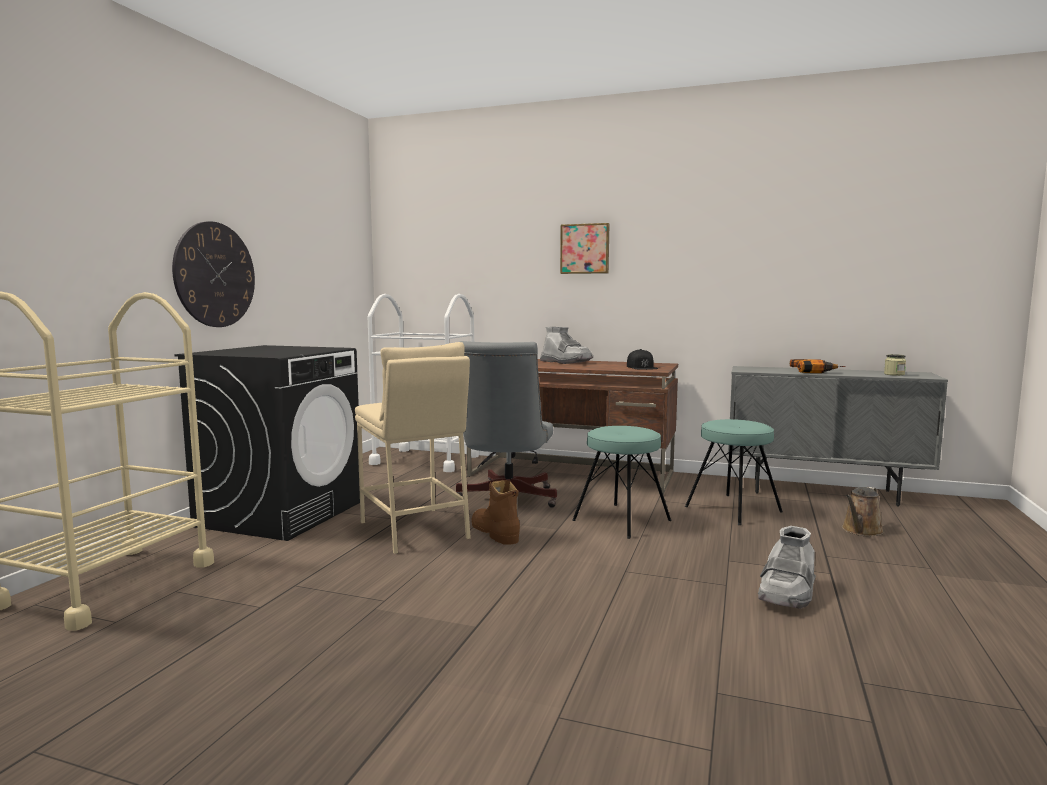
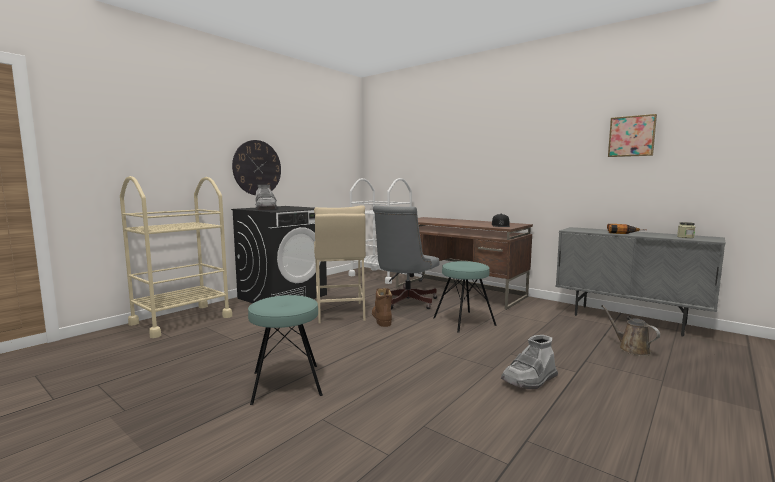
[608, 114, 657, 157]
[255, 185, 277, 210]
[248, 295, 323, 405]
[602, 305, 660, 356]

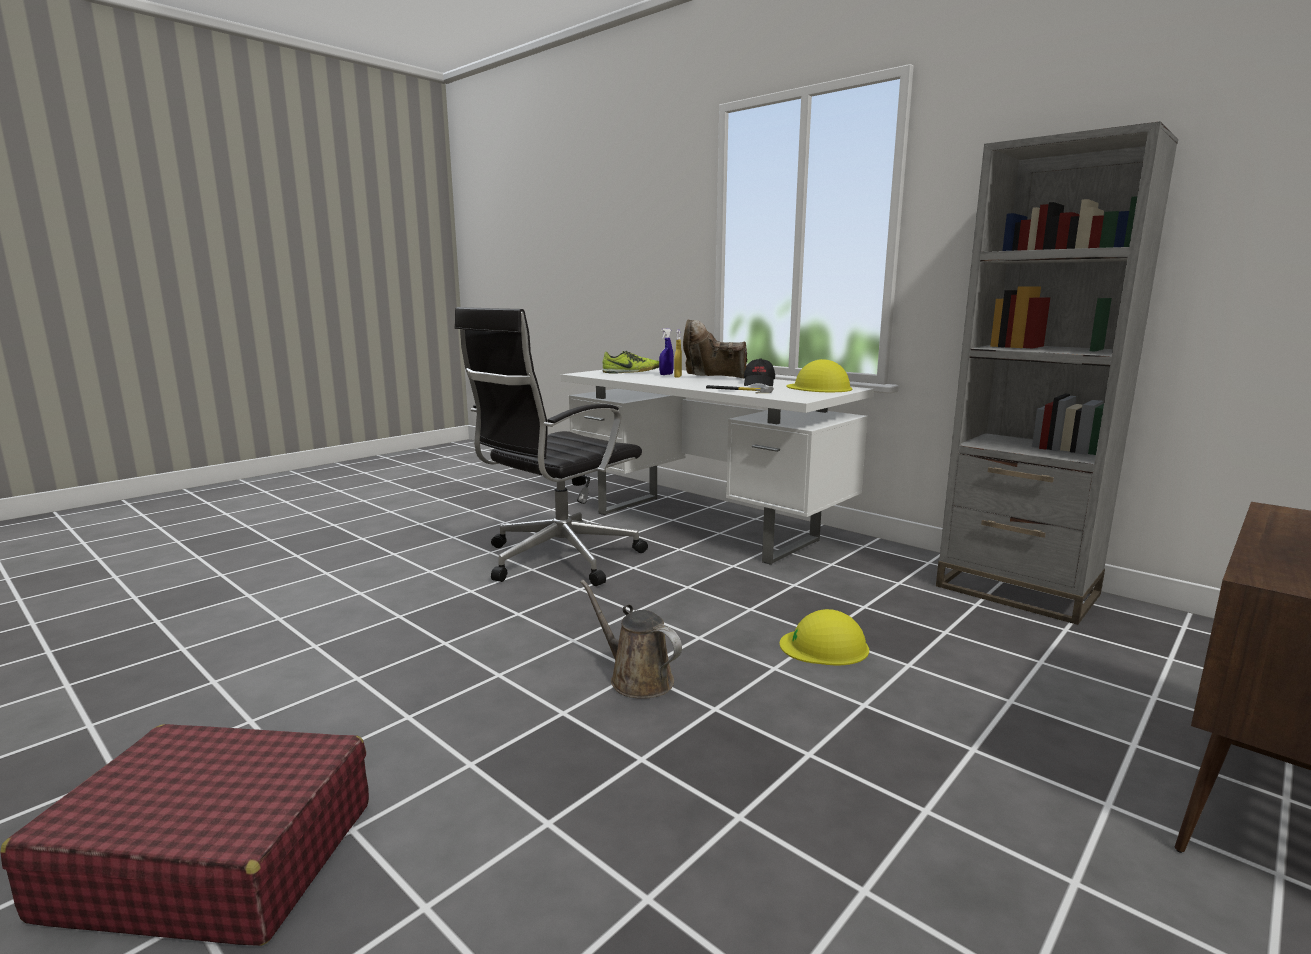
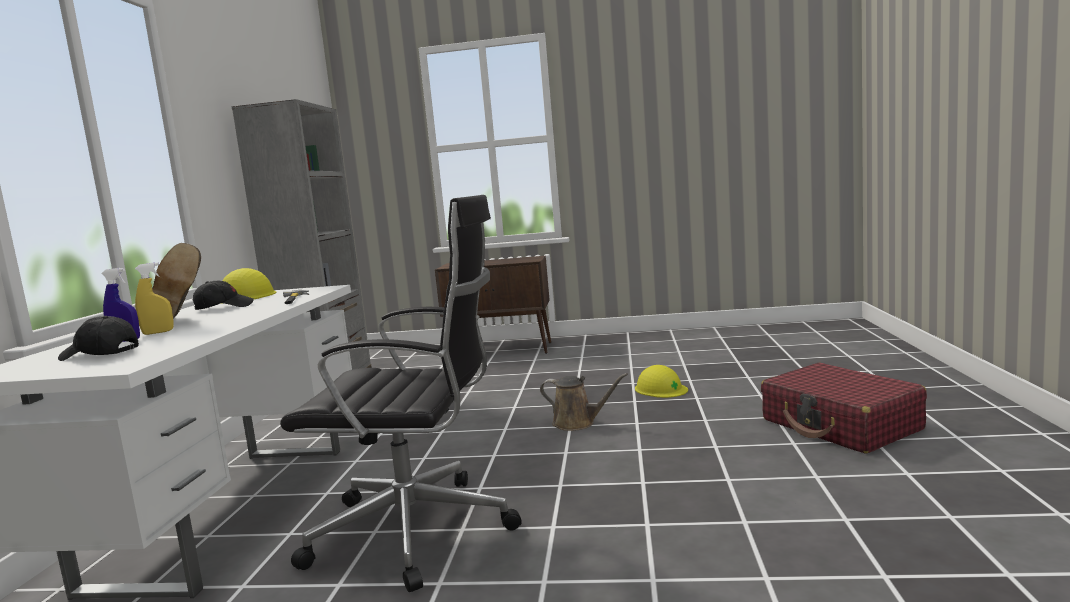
[58, 316, 139, 361]
[540, 373, 628, 431]
[635, 365, 688, 398]

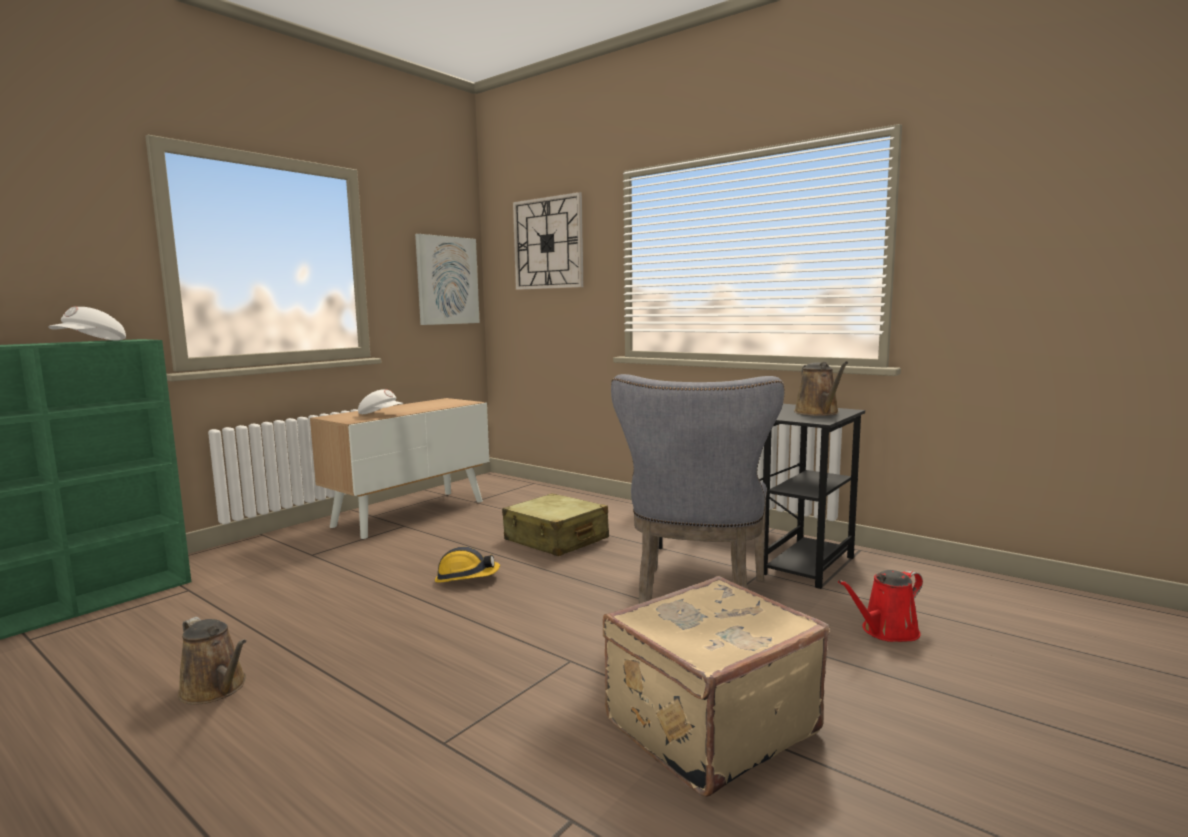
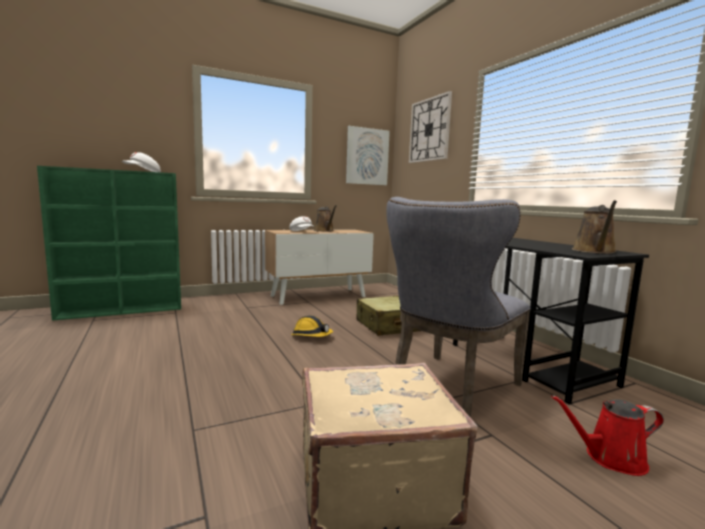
[314, 205, 337, 232]

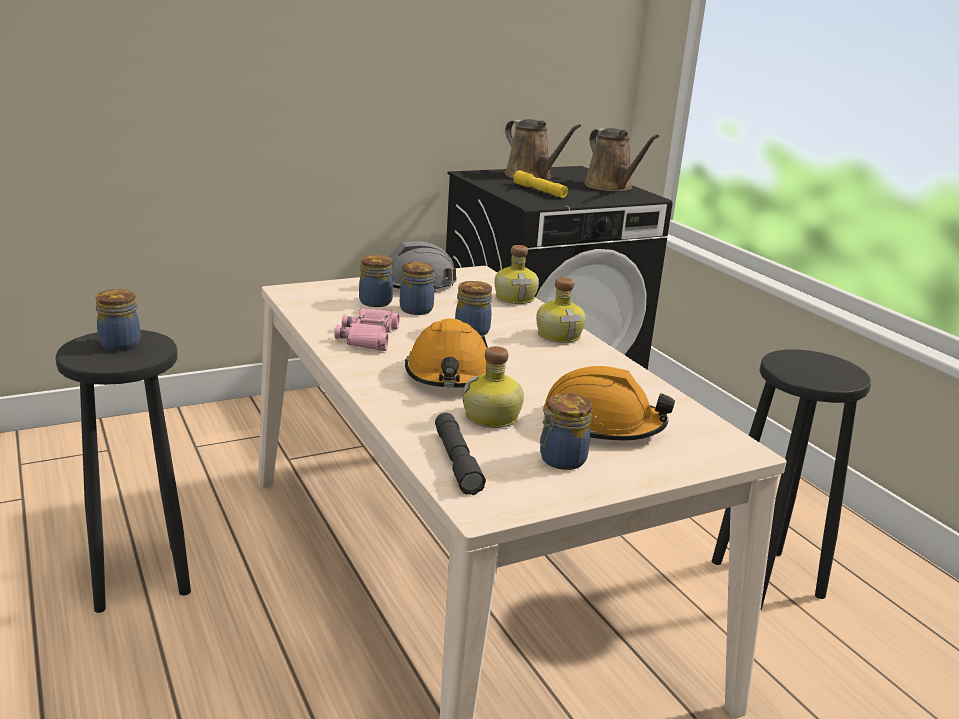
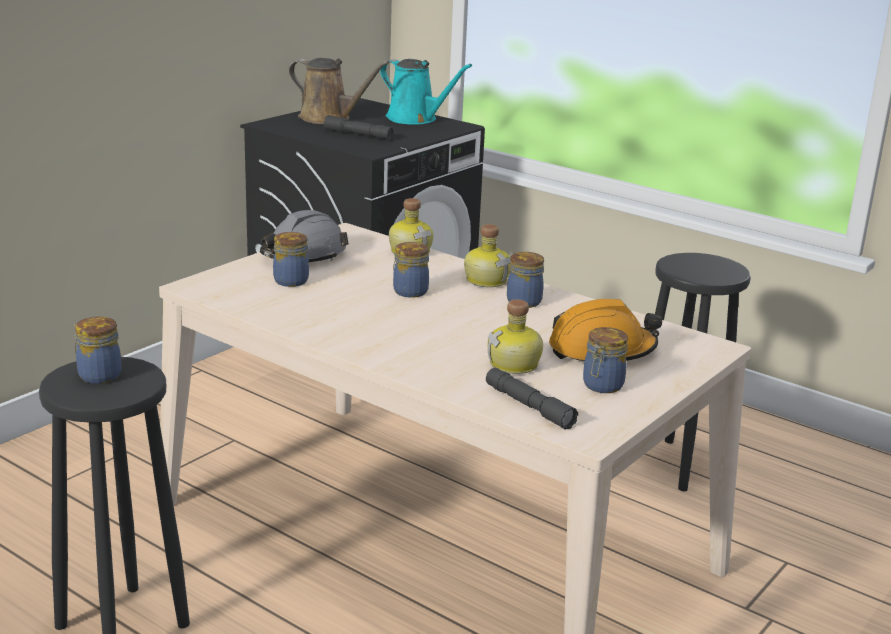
[380, 59, 472, 125]
[323, 115, 393, 140]
[507, 252, 544, 308]
[334, 308, 400, 351] (first image)
[405, 318, 488, 388] (first image)

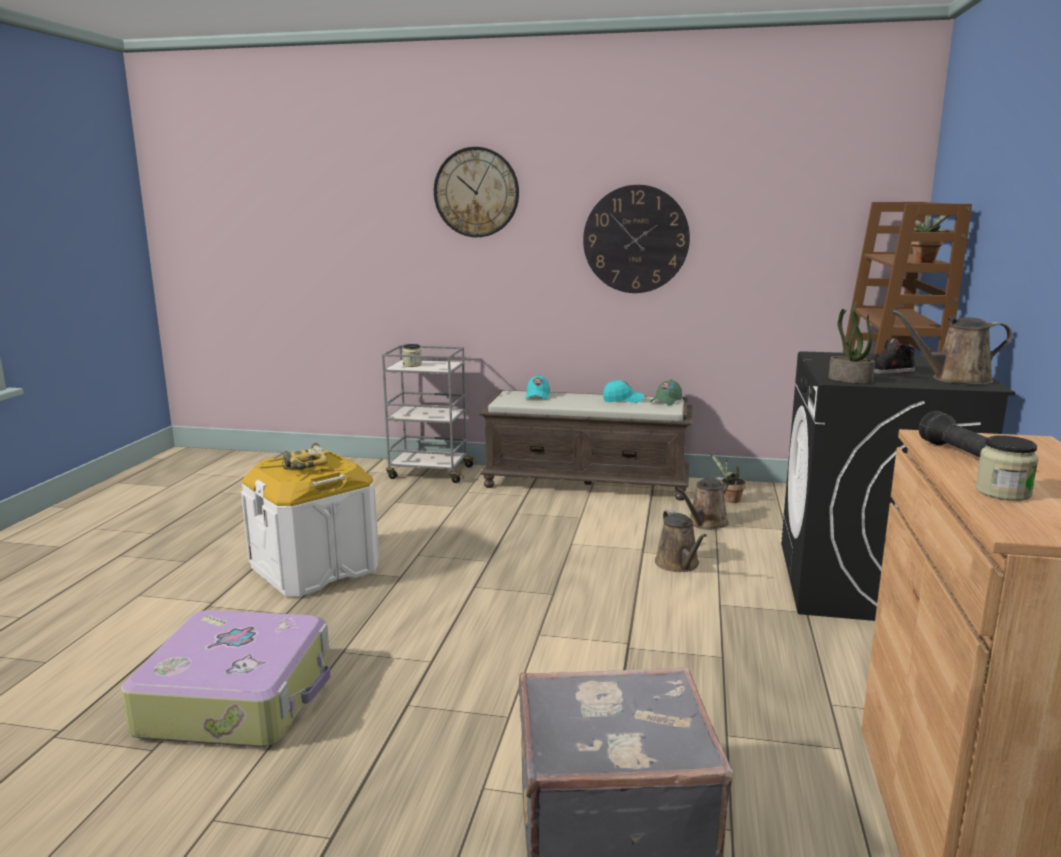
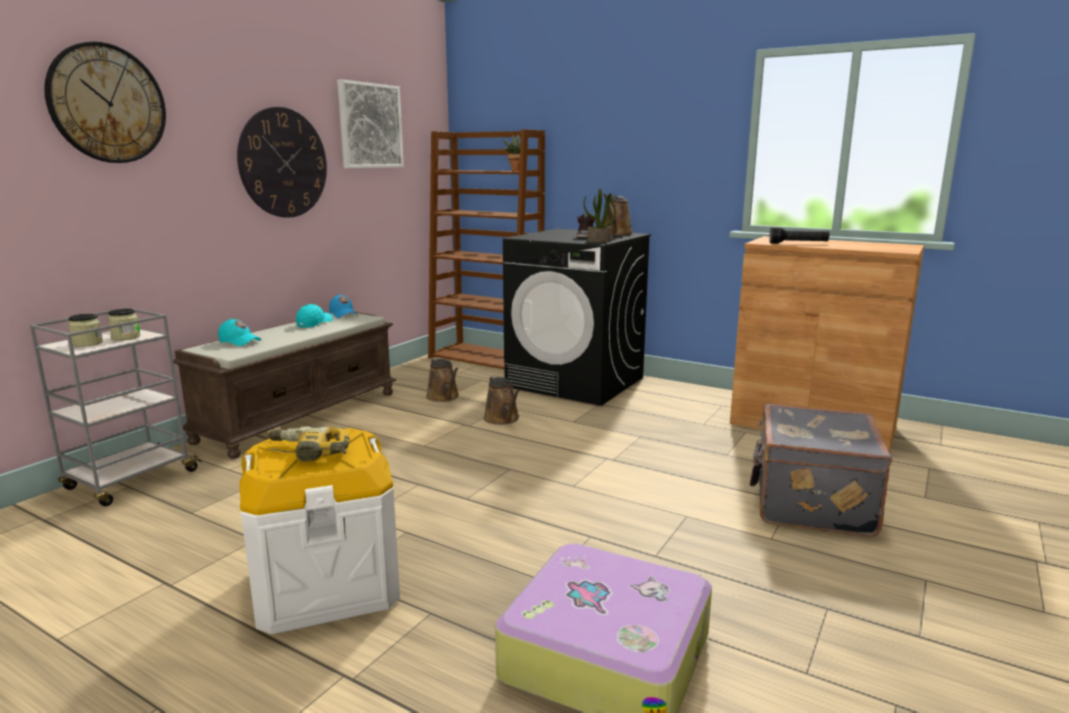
[329, 294, 358, 318]
[108, 308, 141, 340]
[710, 453, 746, 503] (first image)
[484, 376, 520, 425]
[337, 80, 404, 168]

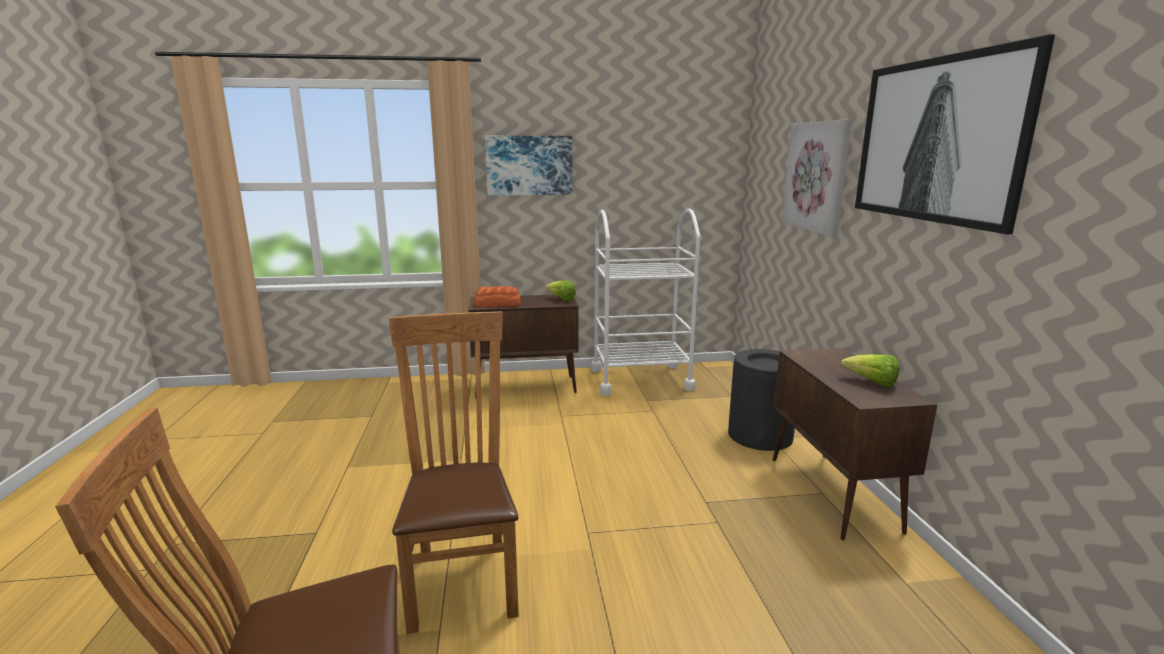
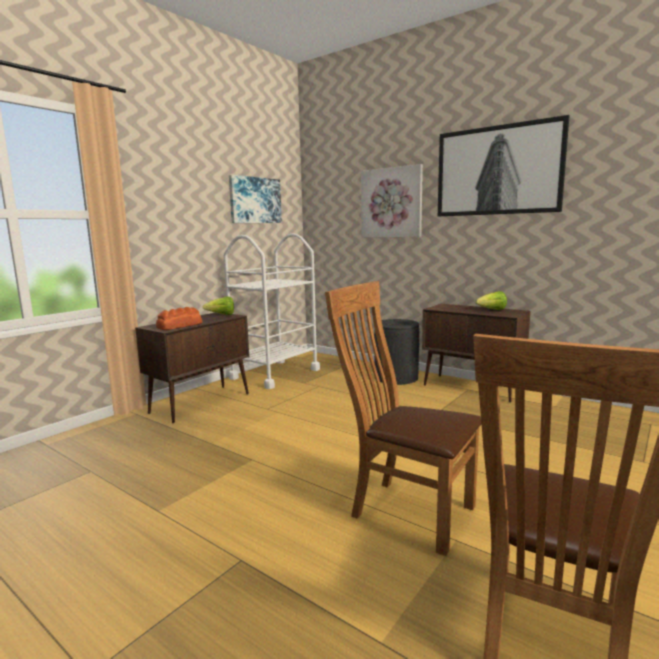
[229, 175, 282, 223]

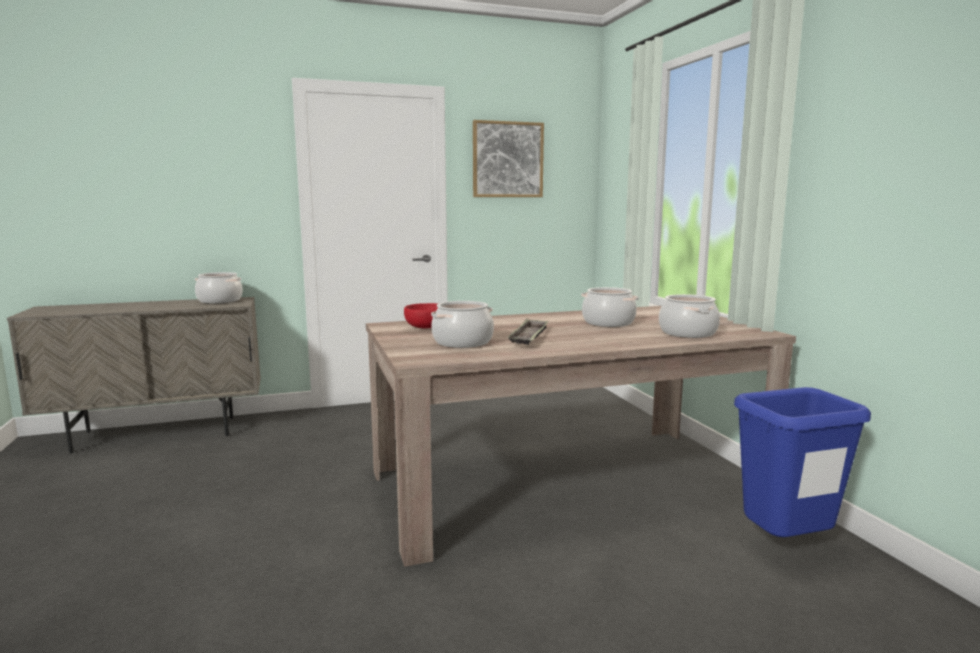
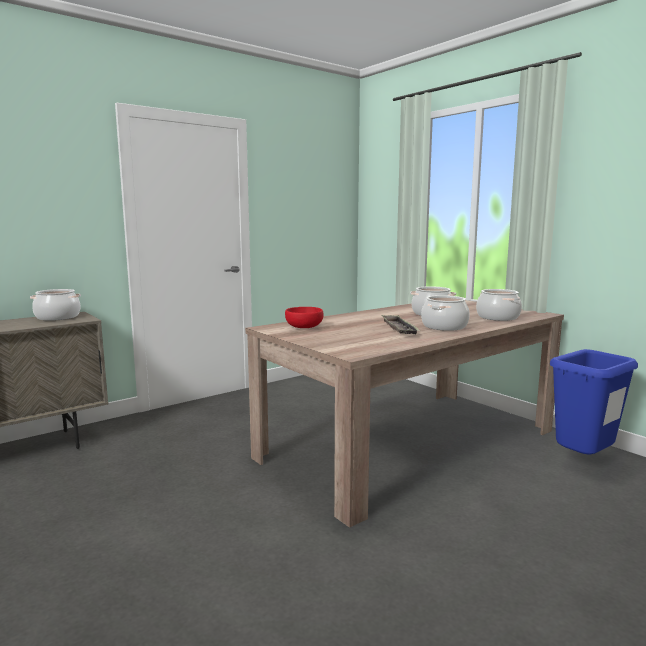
[473, 120, 544, 197] (first image)
[421, 295, 470, 331]

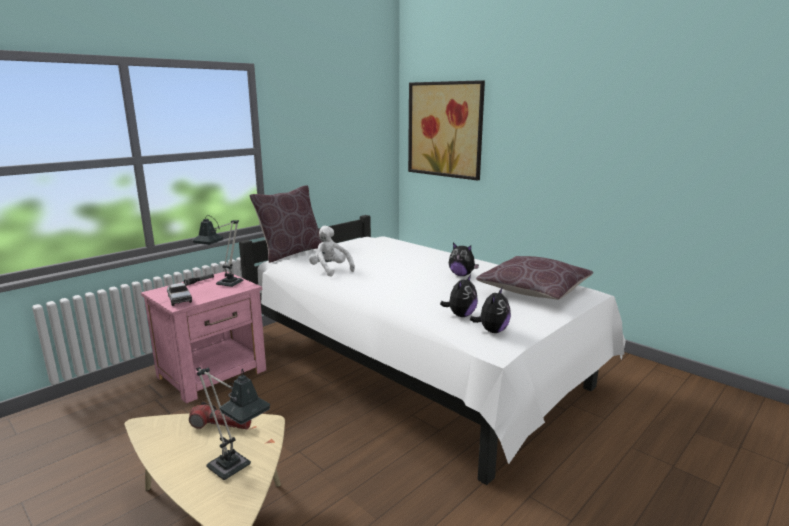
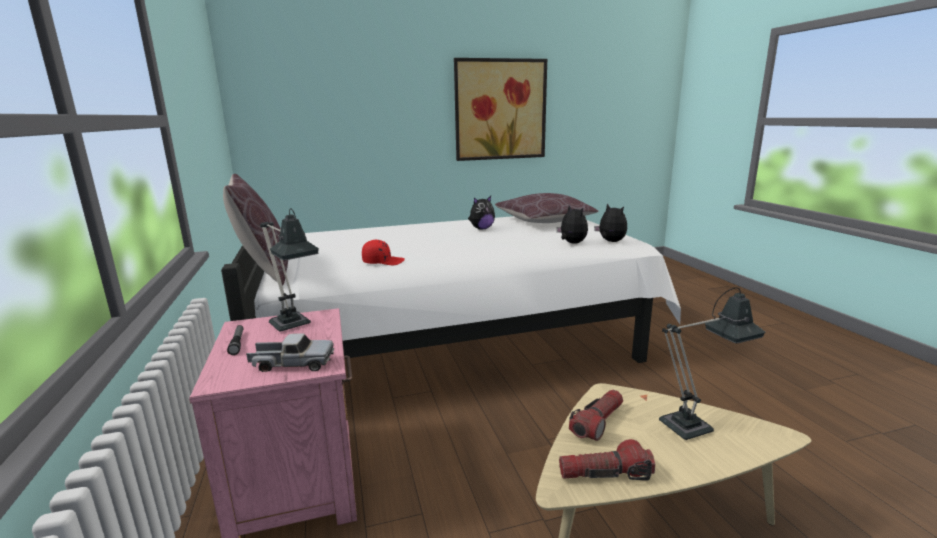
[454, 58, 547, 161]
[362, 240, 405, 265]
[559, 439, 655, 481]

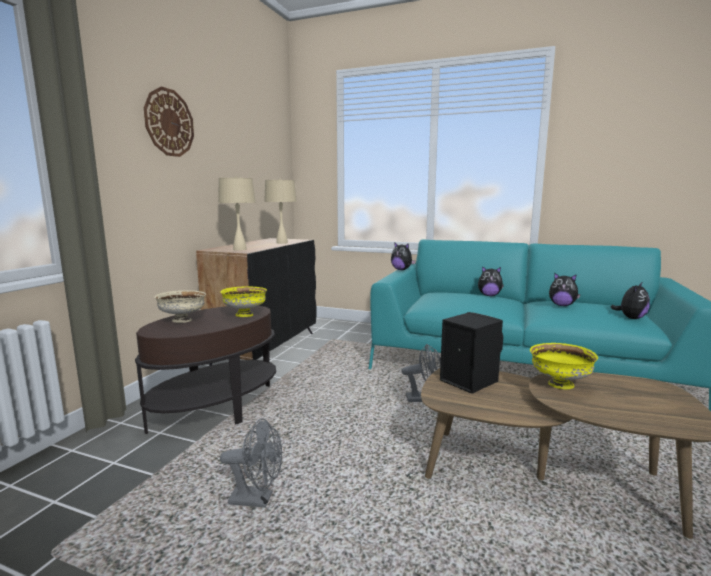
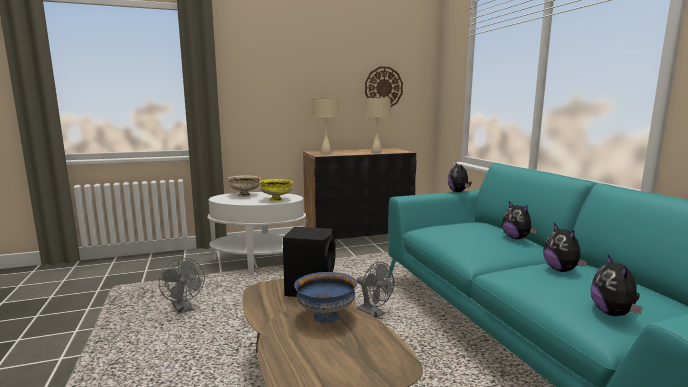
[365, 66, 403, 107]
[590, 254, 643, 316]
[207, 192, 306, 273]
[294, 272, 357, 323]

